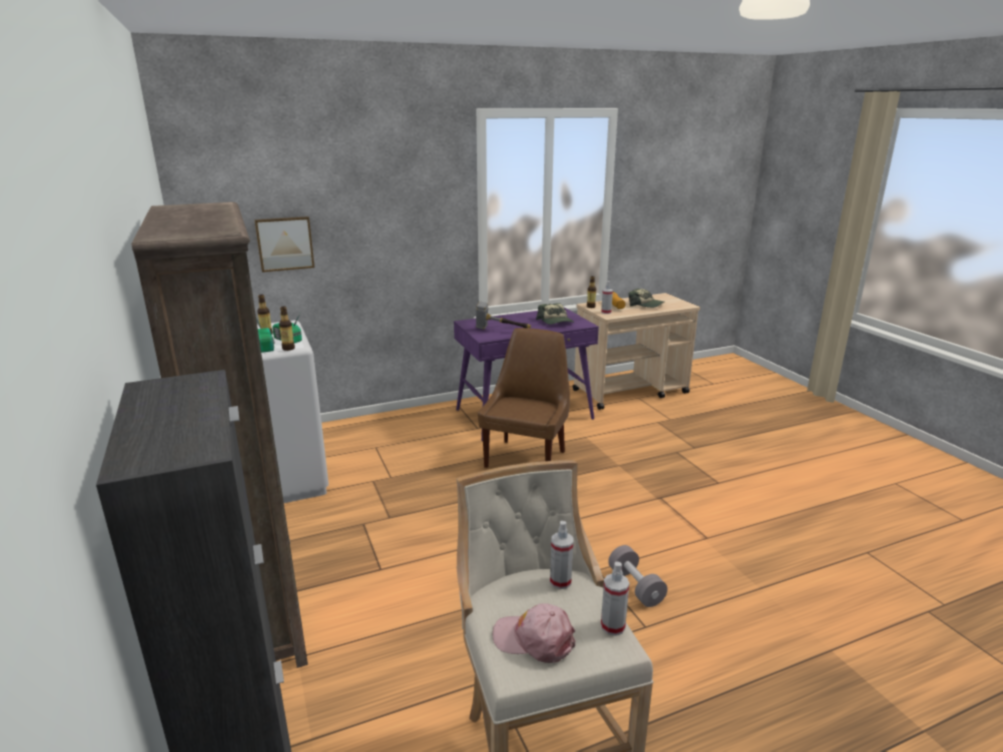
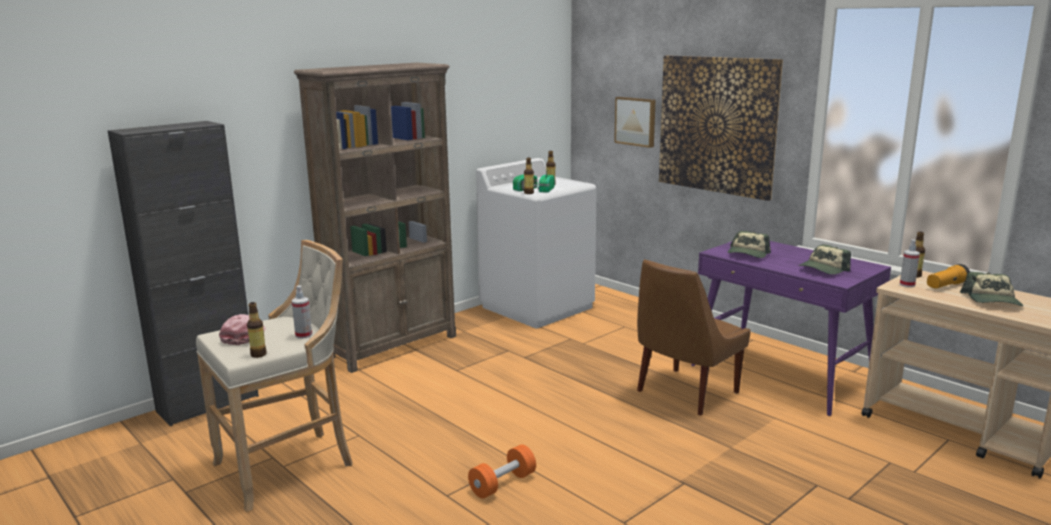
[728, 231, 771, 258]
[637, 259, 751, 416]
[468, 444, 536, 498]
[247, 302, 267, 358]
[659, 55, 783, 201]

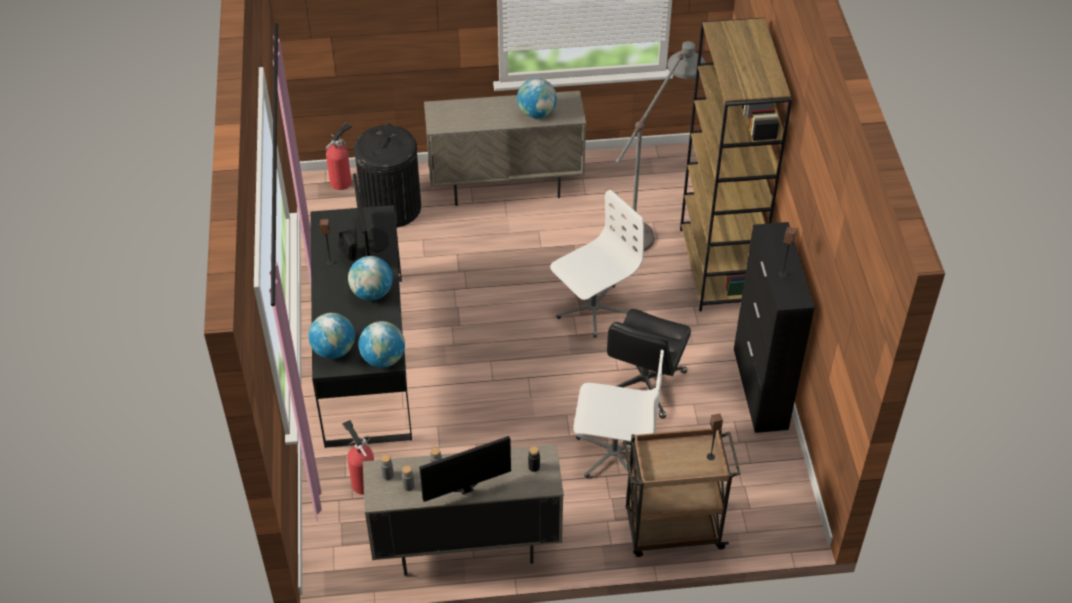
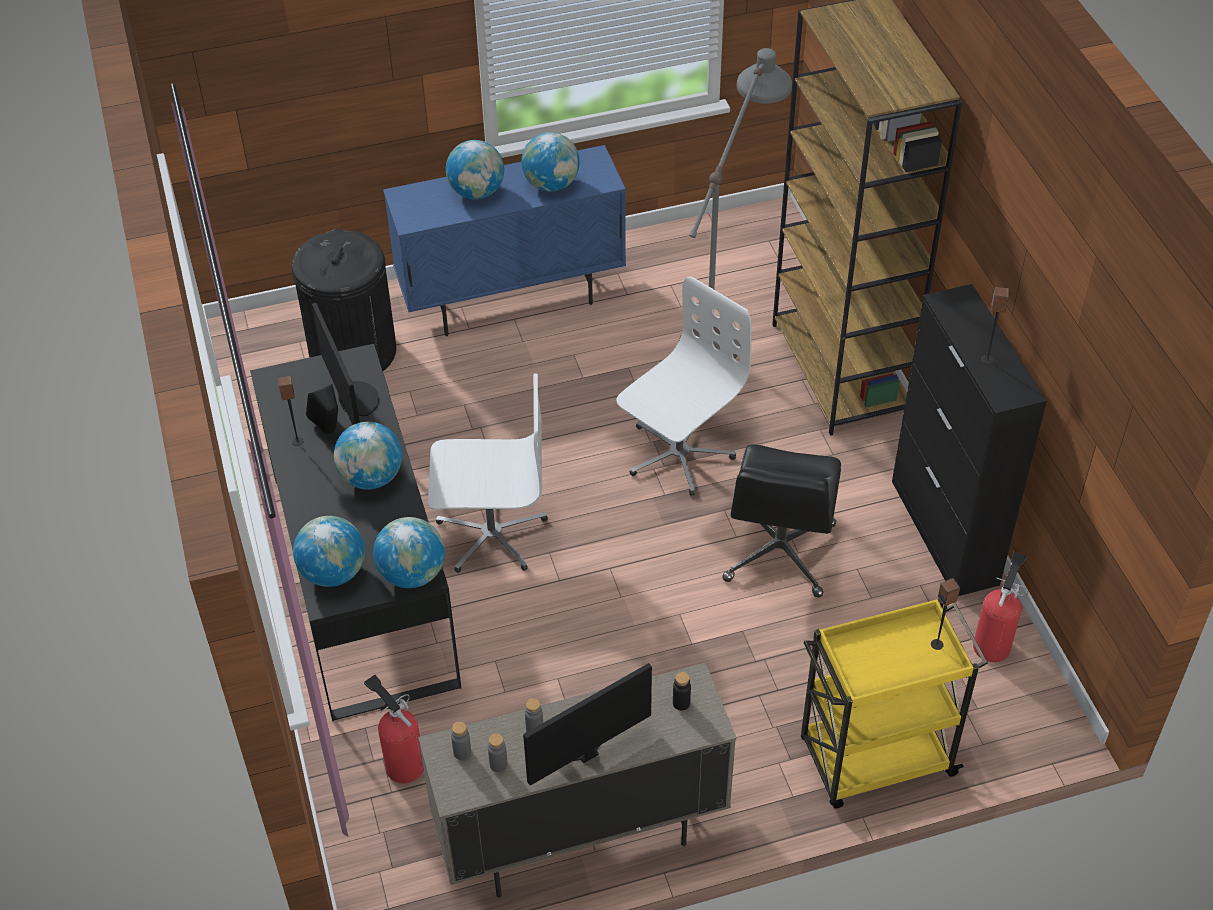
[383, 145, 626, 336]
[973, 552, 1029, 662]
[428, 373, 548, 573]
[801, 598, 988, 809]
[446, 140, 504, 199]

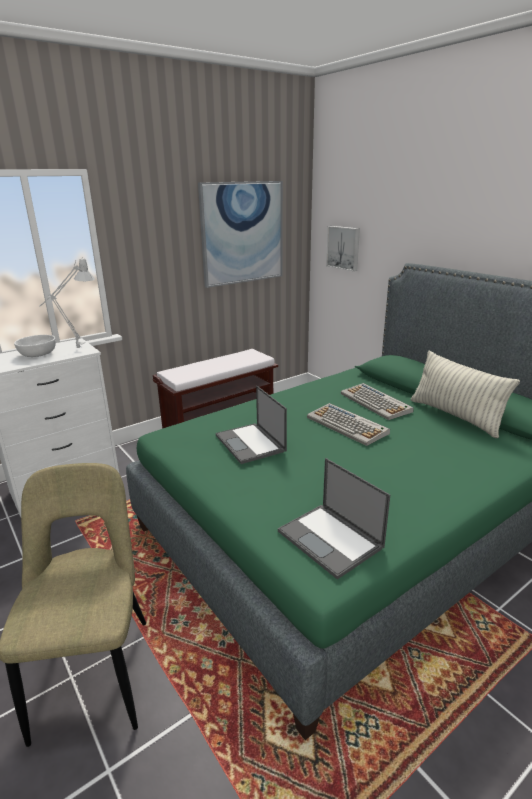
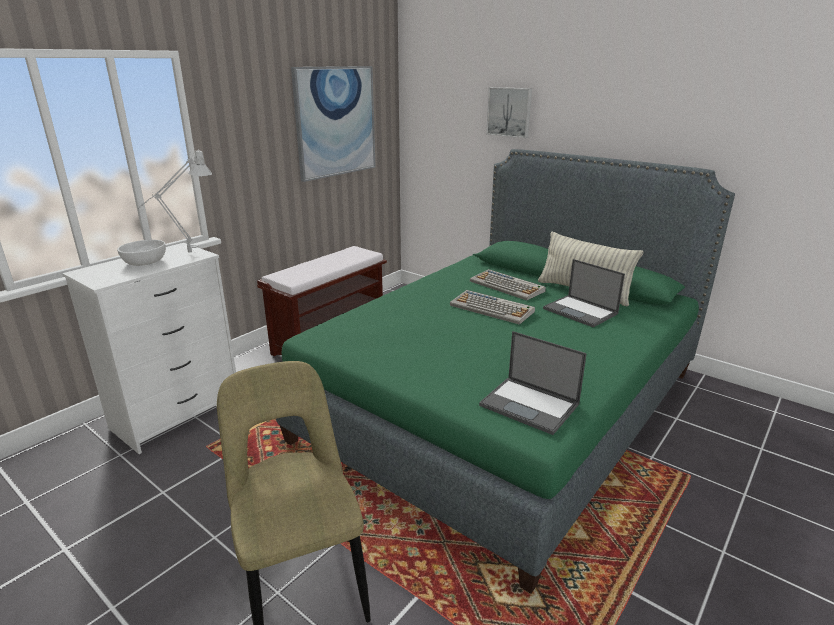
[486, 87, 532, 138]
[543, 259, 625, 327]

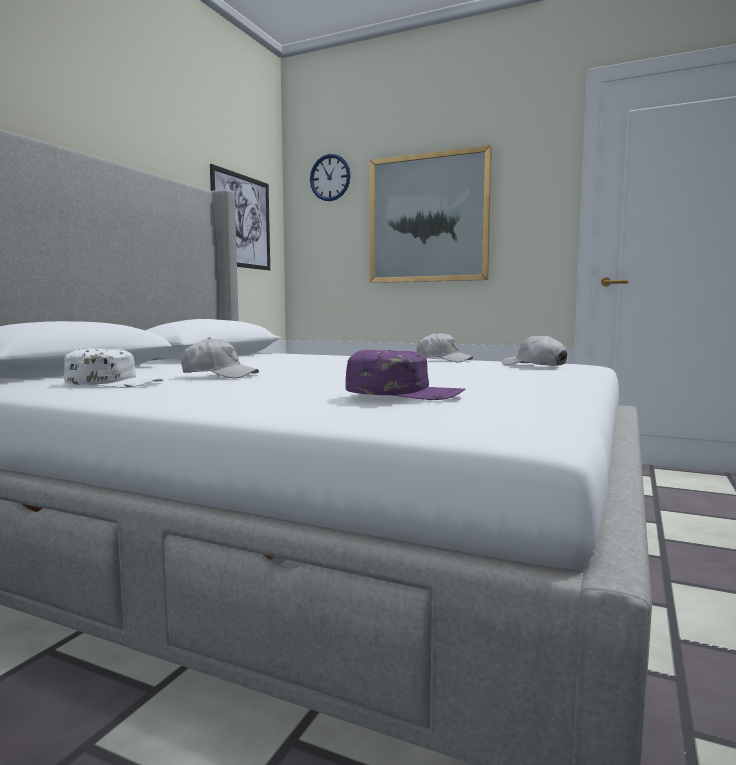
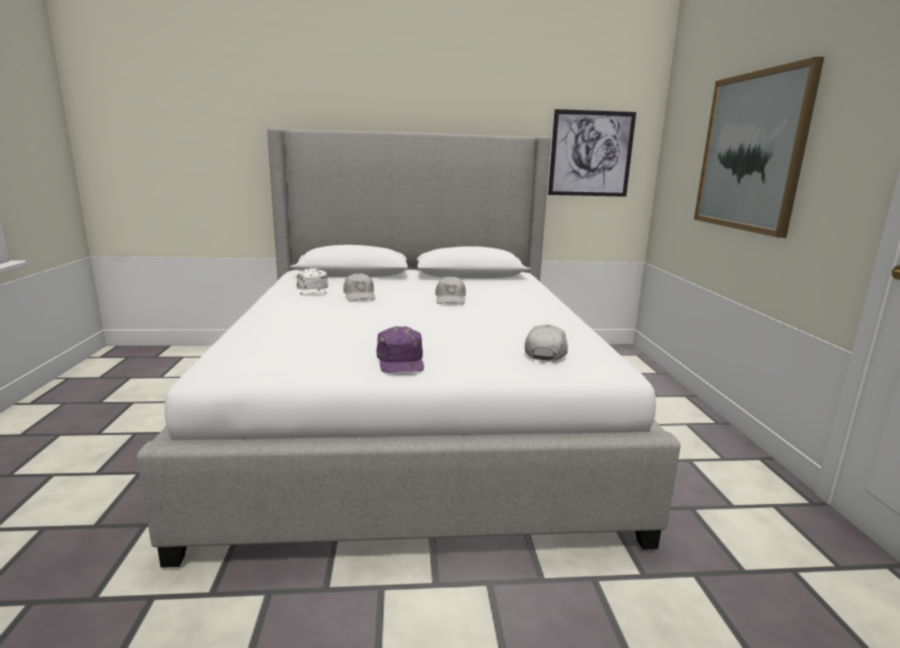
[310, 154, 351, 201] (first image)
[435, 276, 466, 304]
[377, 326, 424, 373]

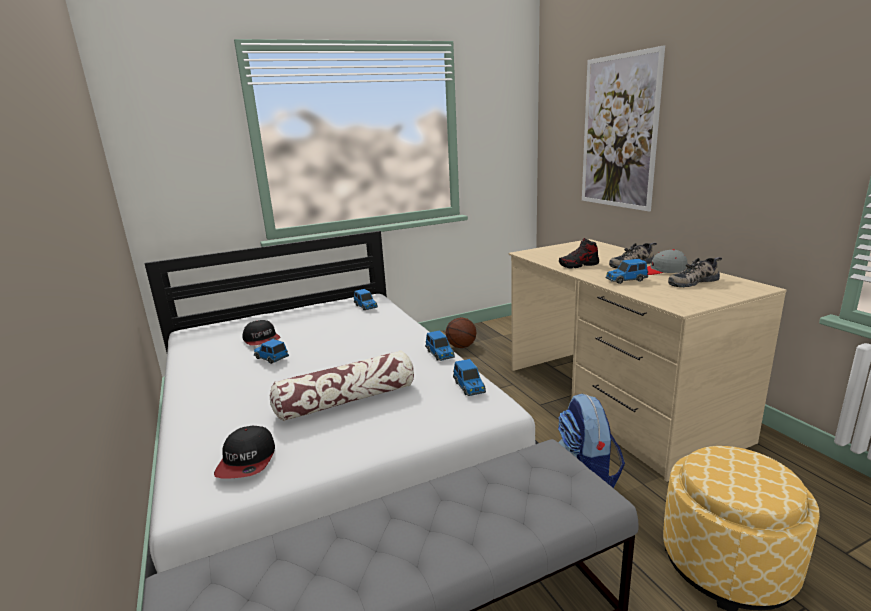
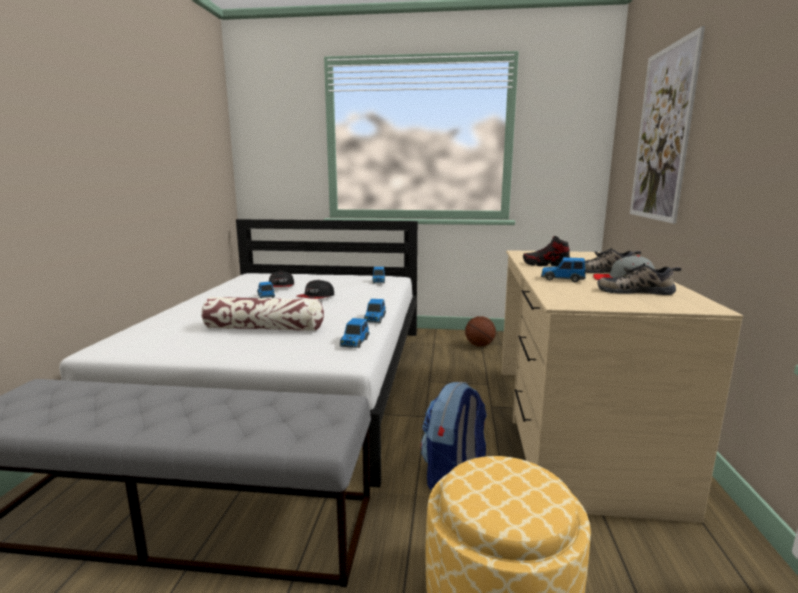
[297, 280, 334, 299]

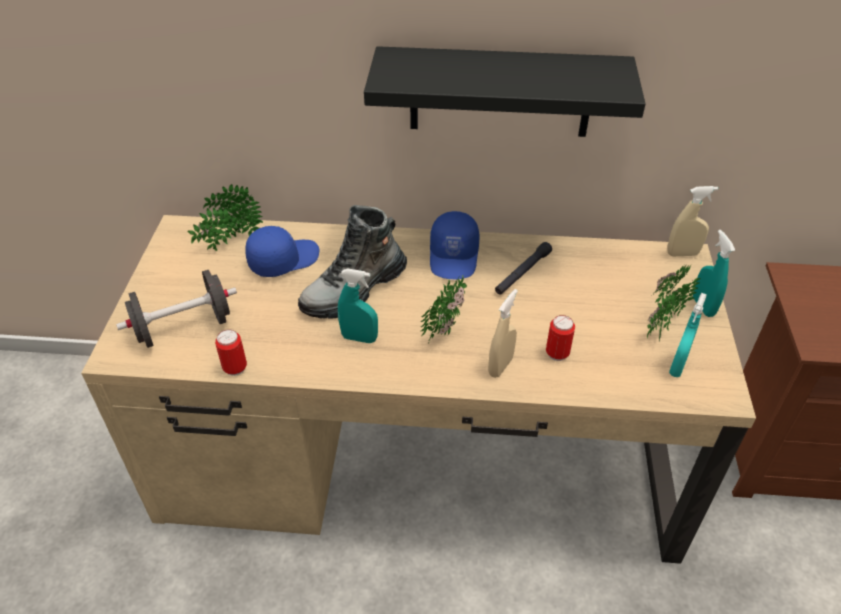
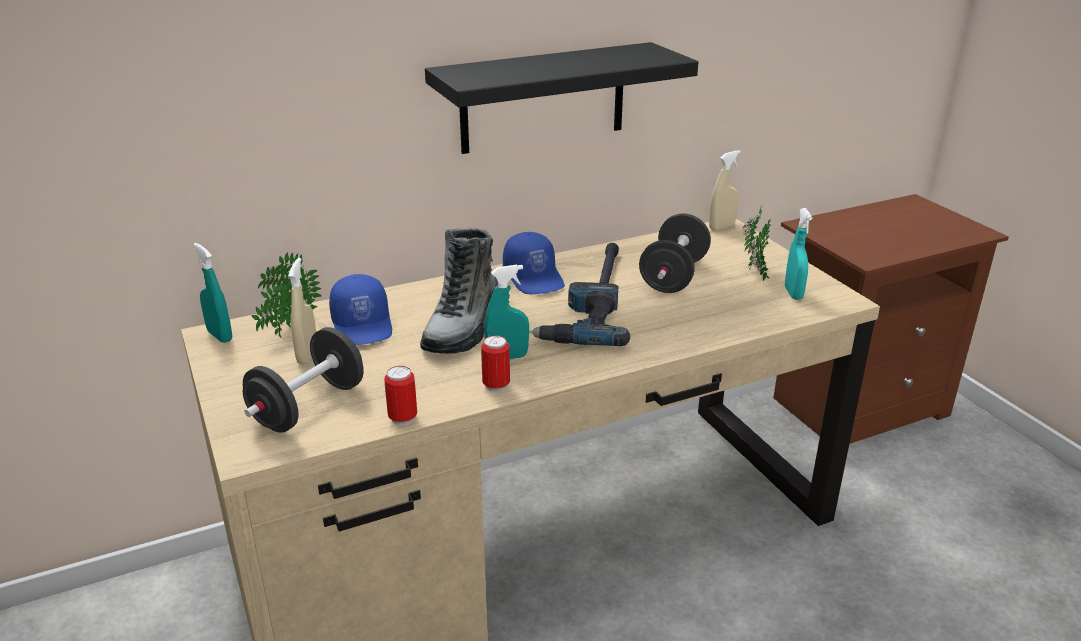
[329, 274, 392, 345]
[193, 243, 232, 343]
[530, 282, 630, 346]
[288, 258, 316, 364]
[481, 335, 510, 392]
[639, 213, 711, 293]

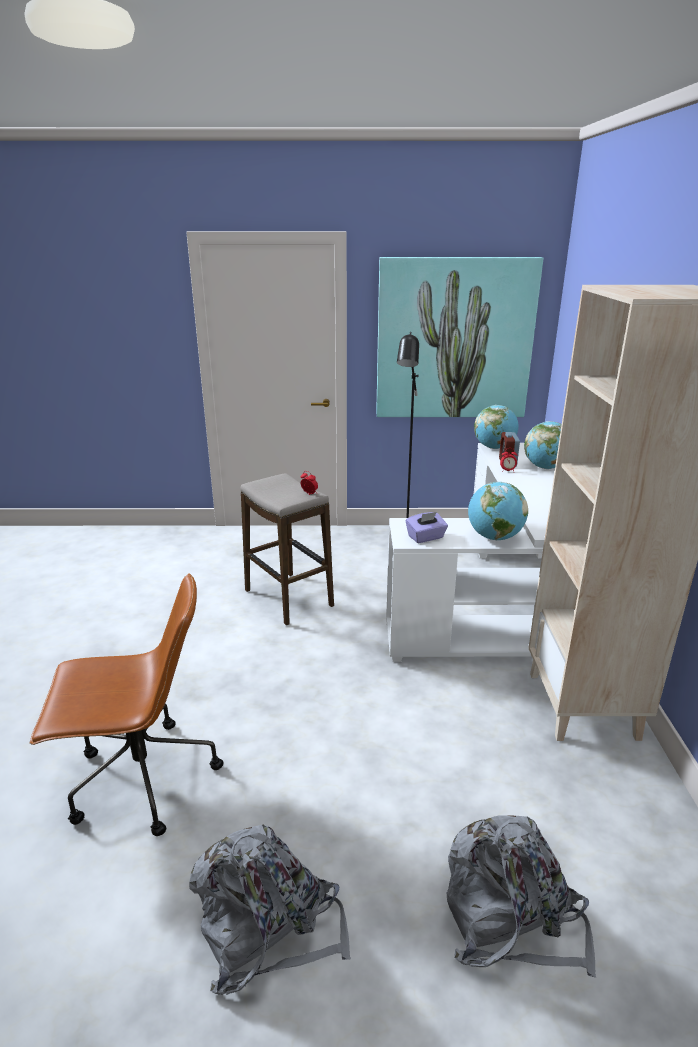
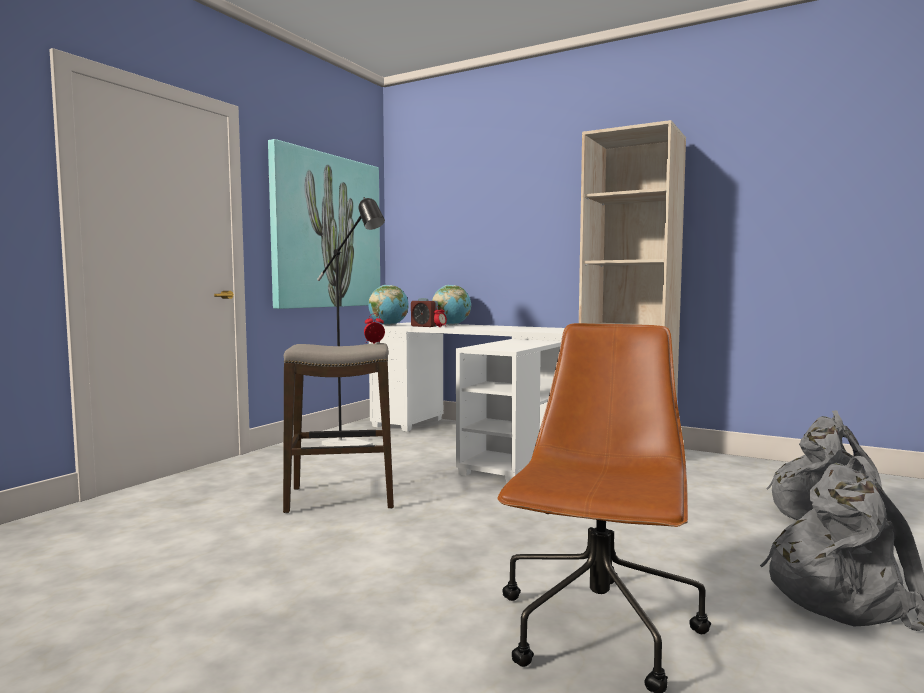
[468, 482, 528, 540] (first image)
[406, 512, 448, 543] (first image)

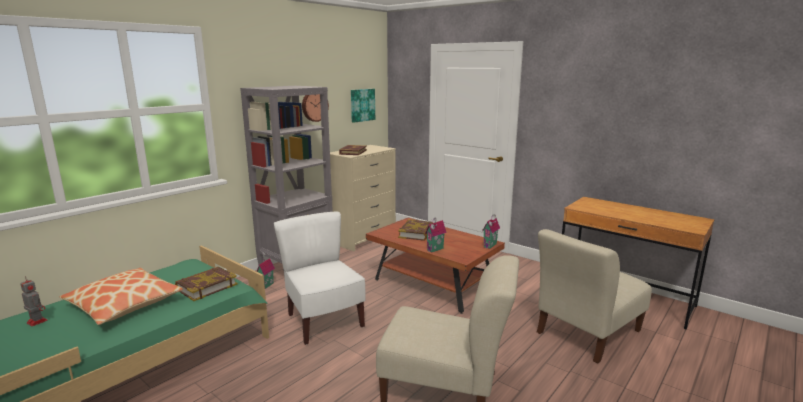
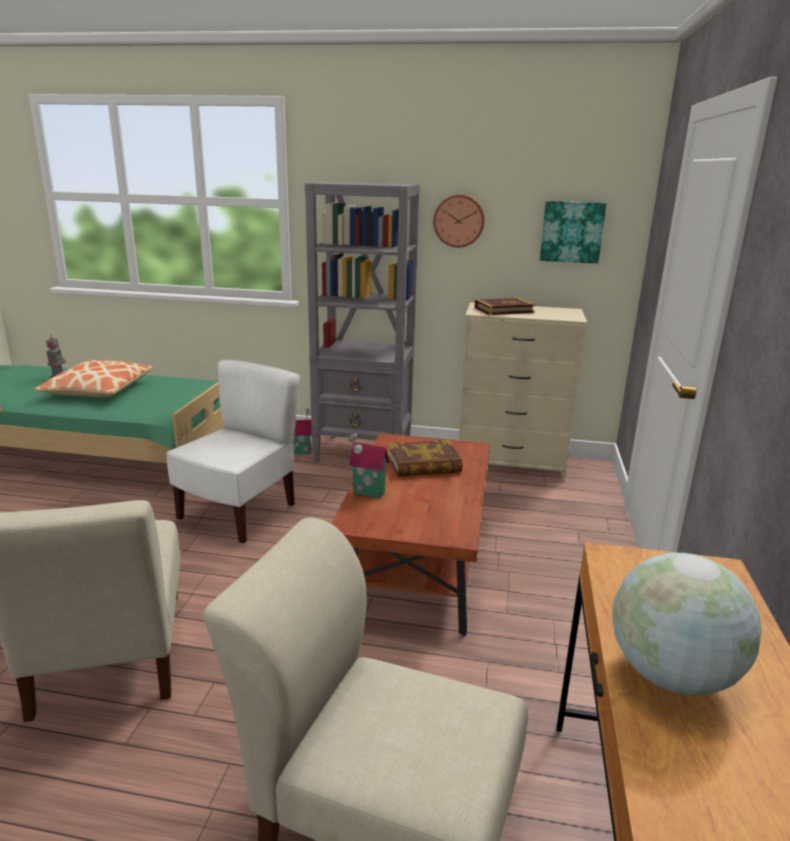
[482, 214, 500, 249] (first image)
[175, 267, 238, 301] (first image)
[612, 553, 762, 696]

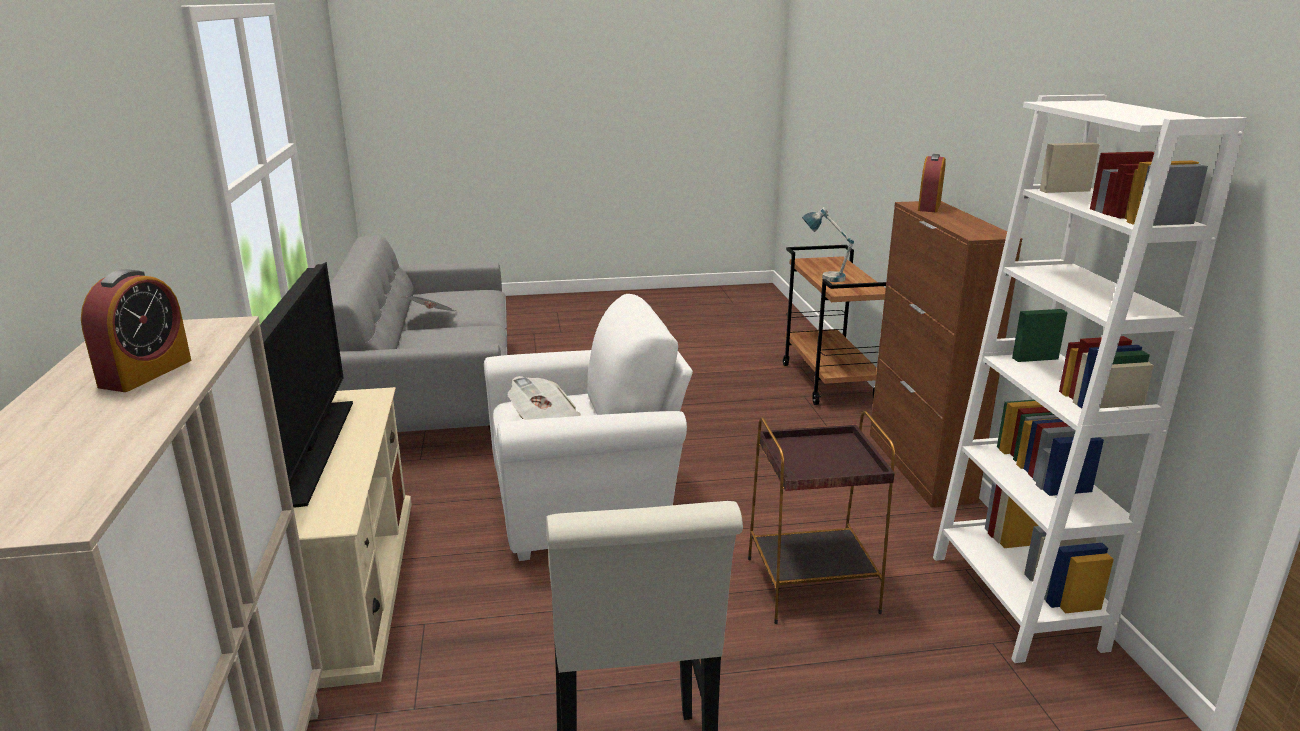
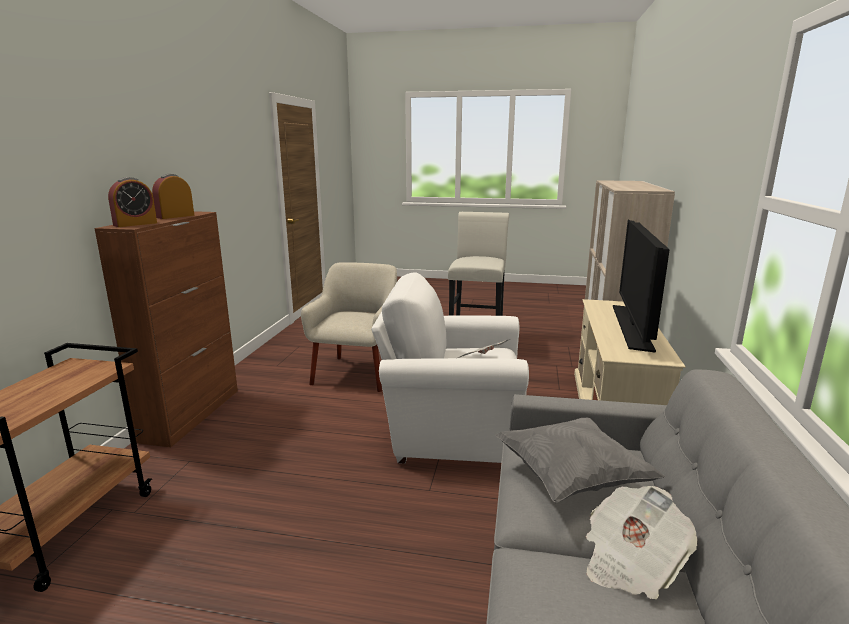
[933, 94, 1247, 663] (first image)
[802, 207, 854, 282] (first image)
[152, 174, 194, 219]
[301, 262, 397, 392]
[495, 418, 665, 503]

